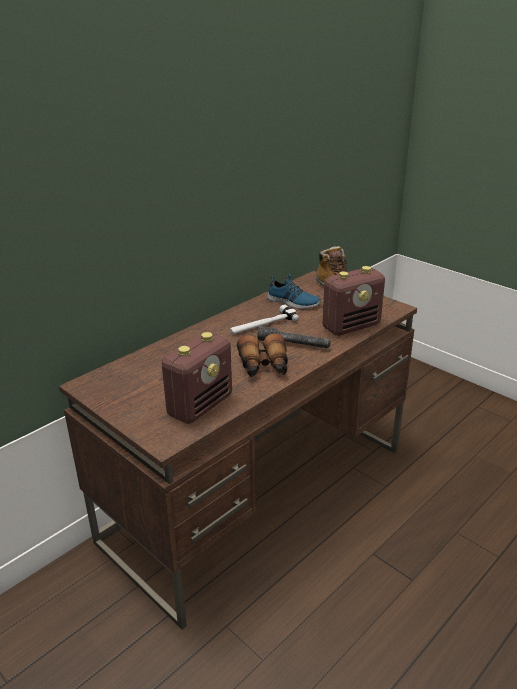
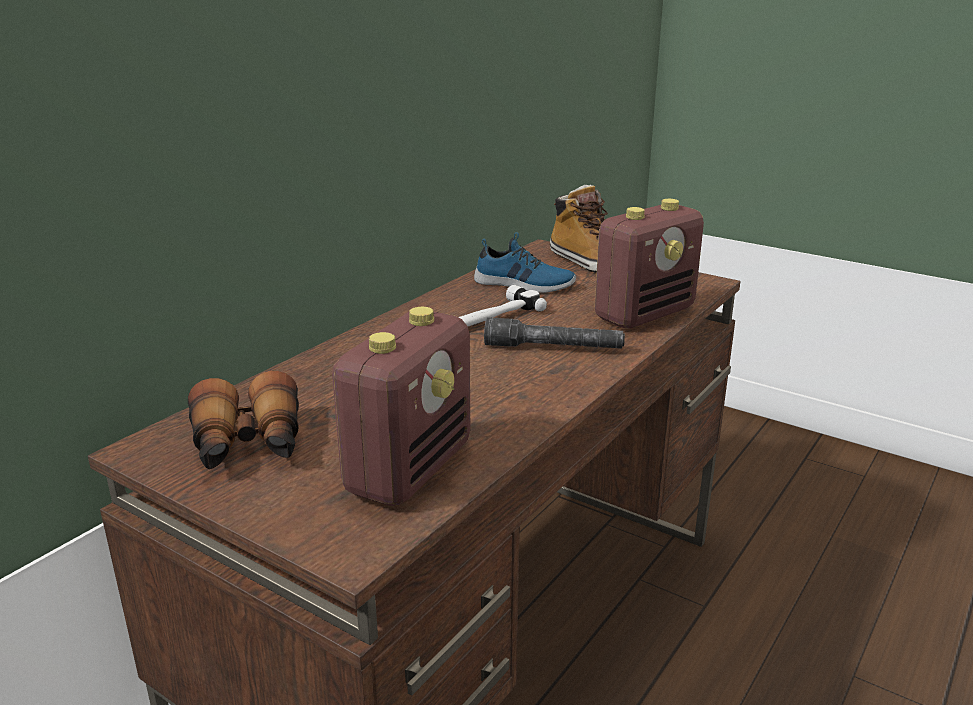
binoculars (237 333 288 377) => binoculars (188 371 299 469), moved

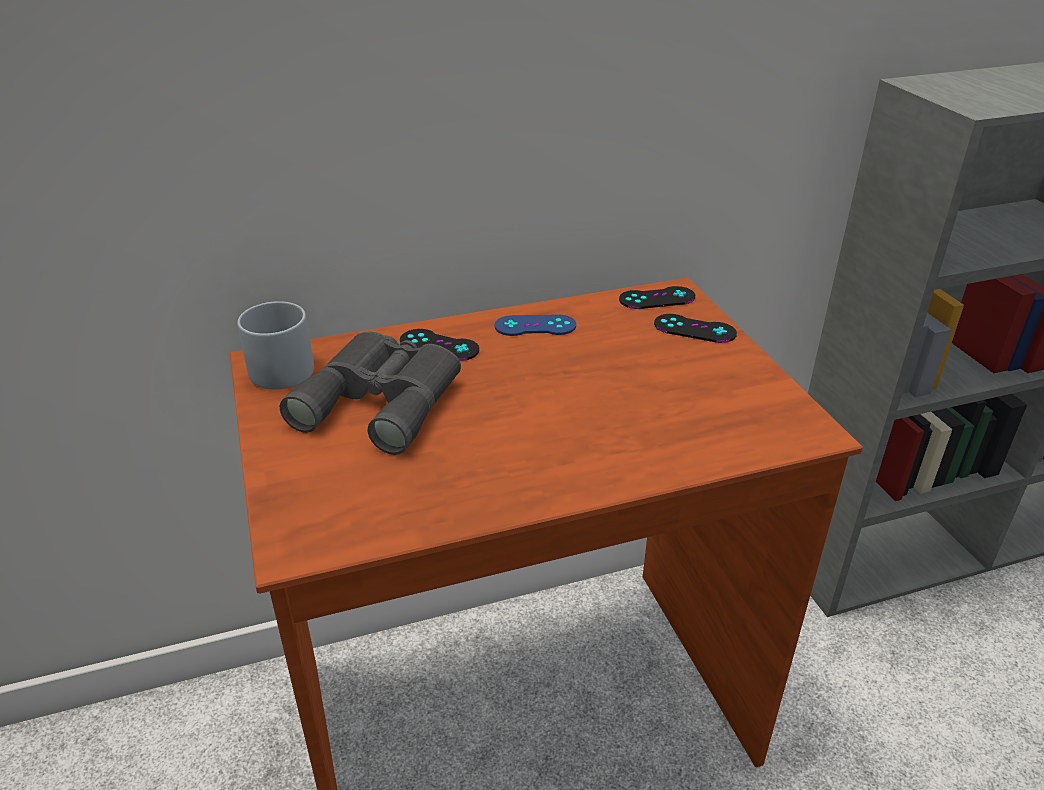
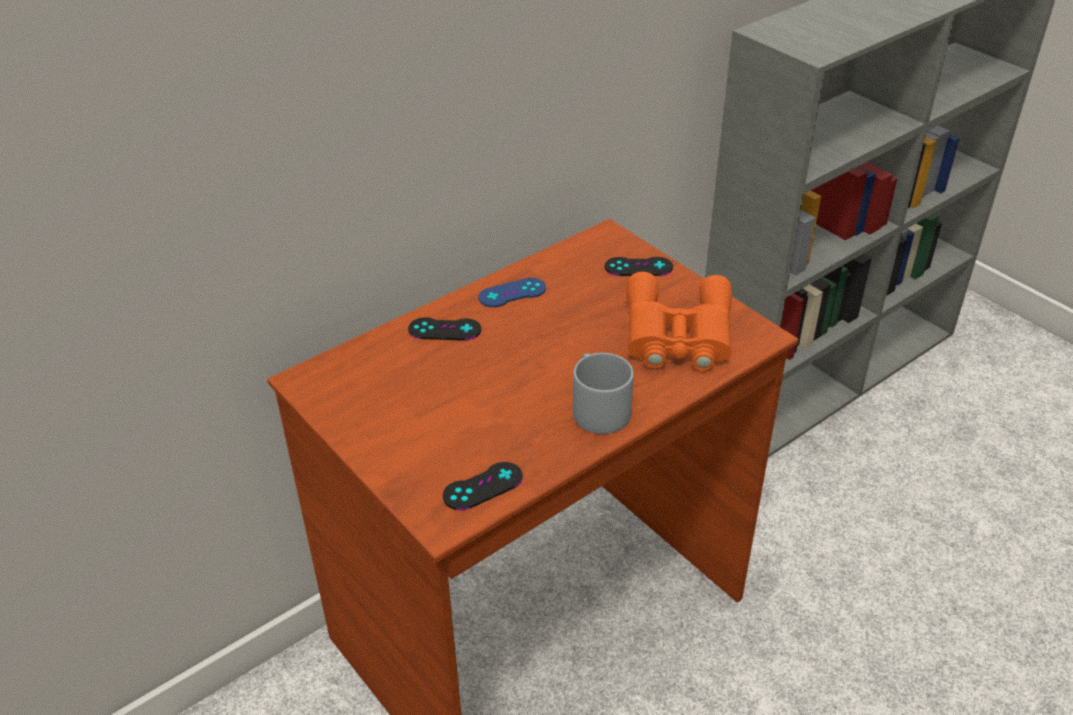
black game controller (619 286 695 309) => black game controller (443 462 523 510), moved
grey mug (237 301 314 390) => grey mug (573 353 634 434), moved
nothing => orange binoculars (626 272 732 371)
grey binoculars (280 332 461 455) => nothing

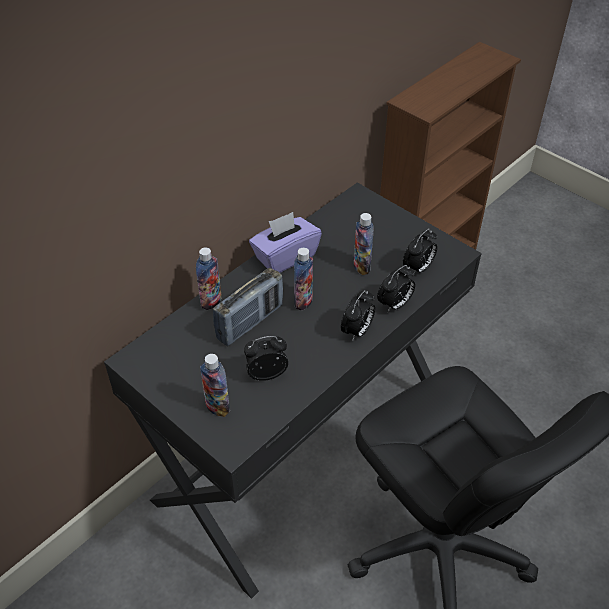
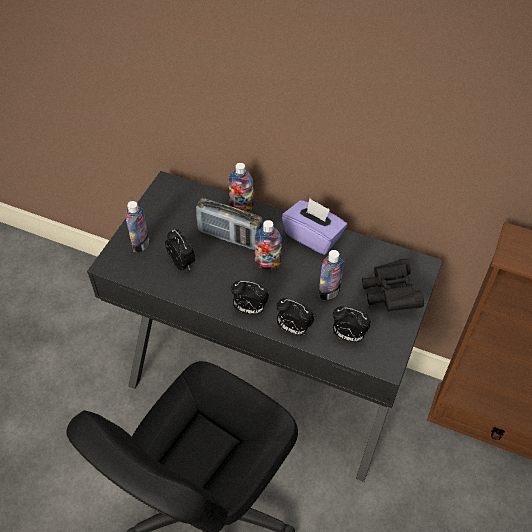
nothing => black binoculars (362 259 424 312)

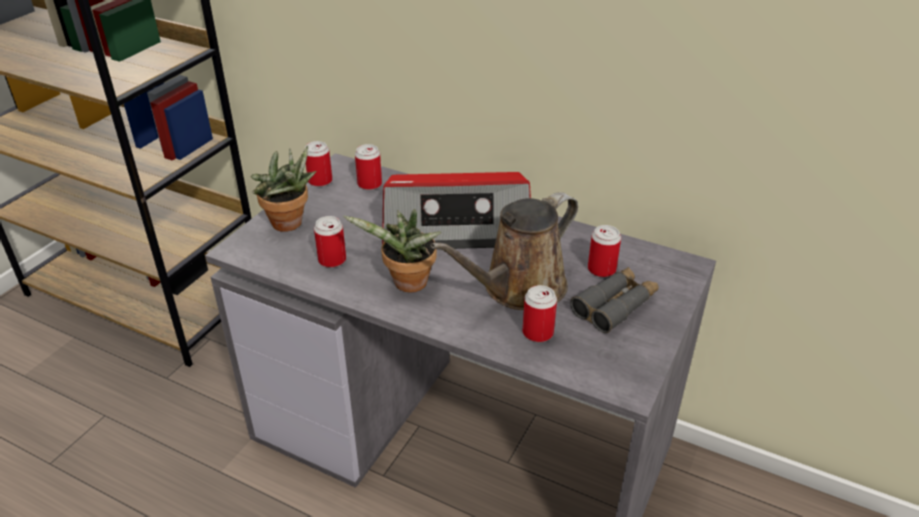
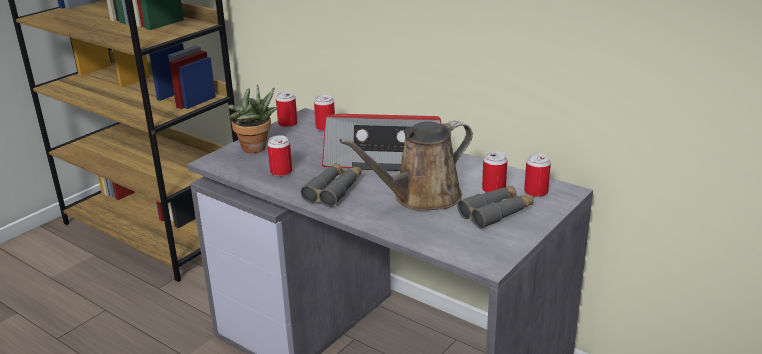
potted plant (343 209 441 292) => grey binoculars (301 163 362 207)
can (522 285 557 342) => can (524 153 551 197), moved

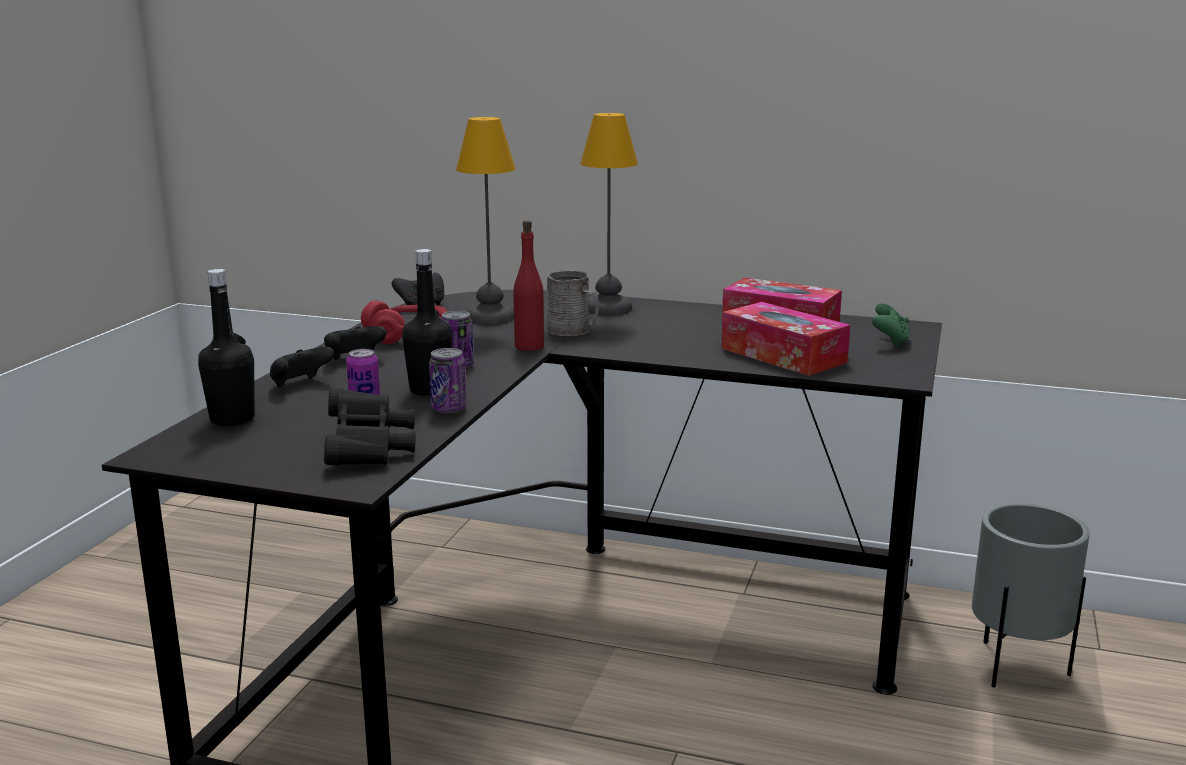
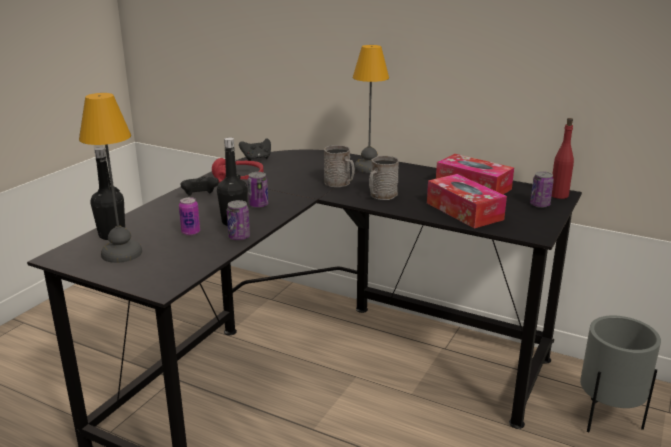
table lamp (456 117 516 325) => table lamp (79 93 142 263), moved
nothing => grey mug (369 156 399 200)
green game controller (872 303 910 347) => can (530 171 554 208)
red bottle (513 220 544 351) => red bottle (551 118 574 199), moved
black game controller (270 347 334 387) => nothing
black binoculars (324 388 416 466) => nothing

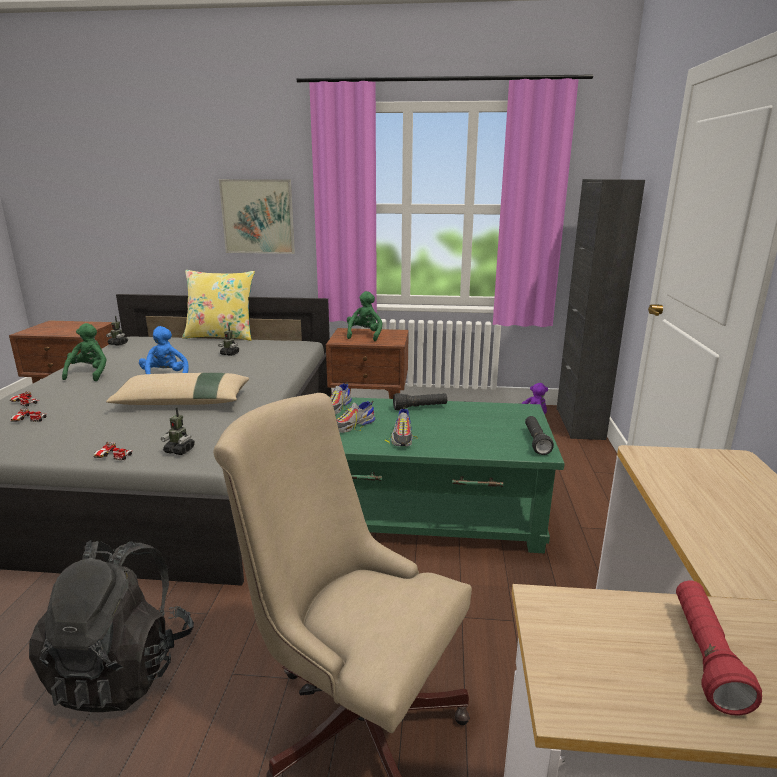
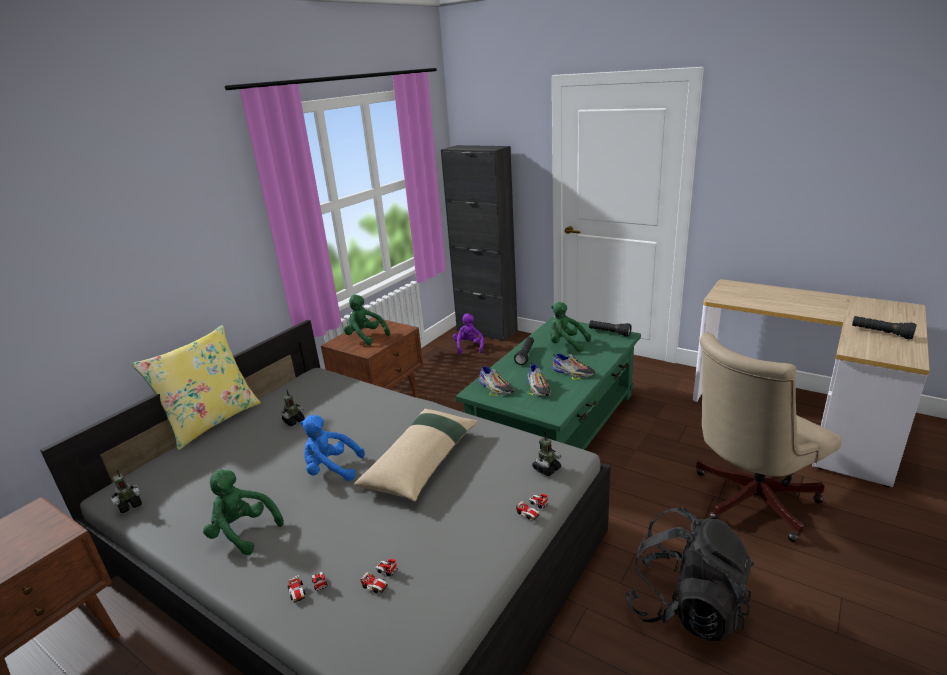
nothing => green plush toy (550 302 591 352)
red flashlight (676 581 762 716) => black flashlight (852 316 917 340)
picture (219 179 295 254) => nothing

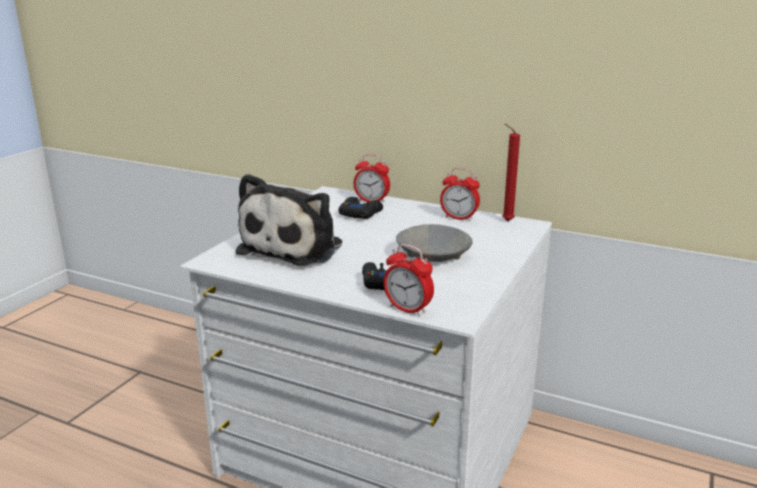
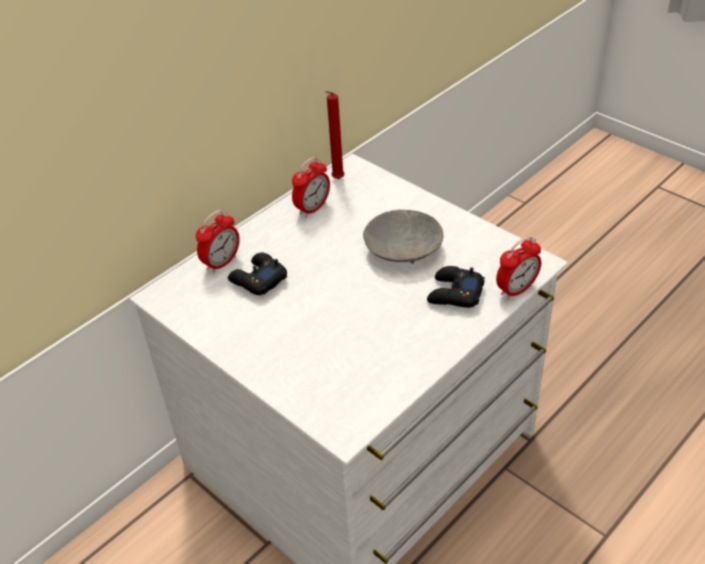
plush toy (236 174 342 266) => nothing

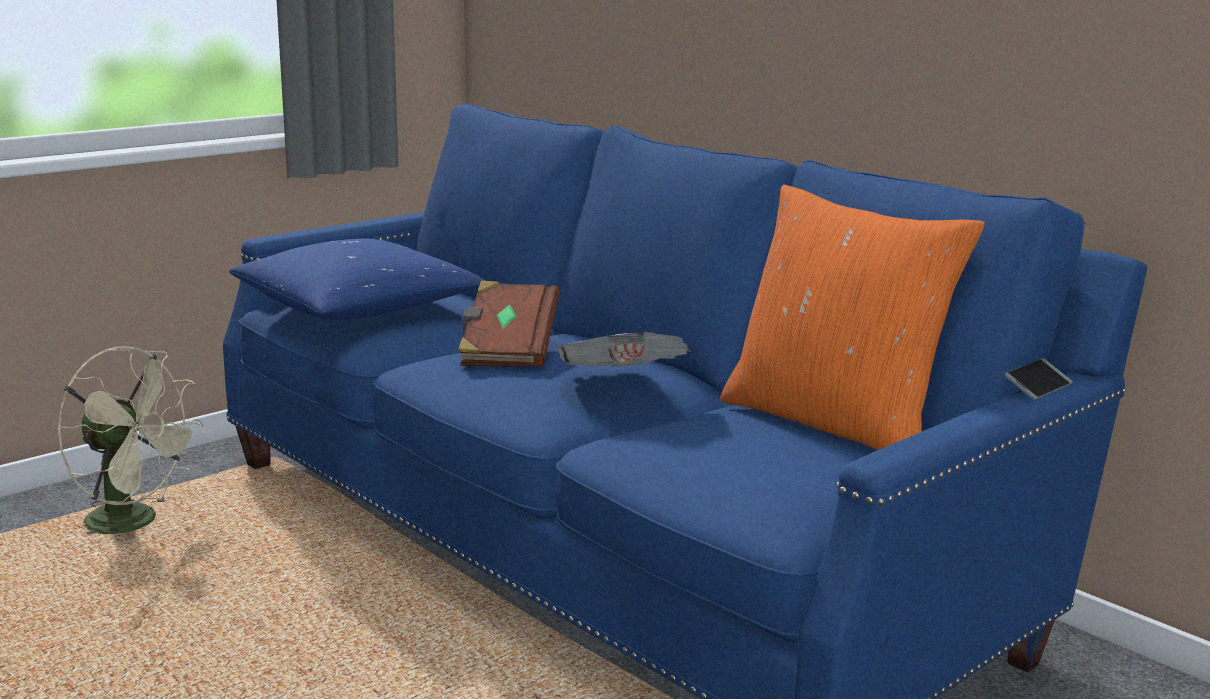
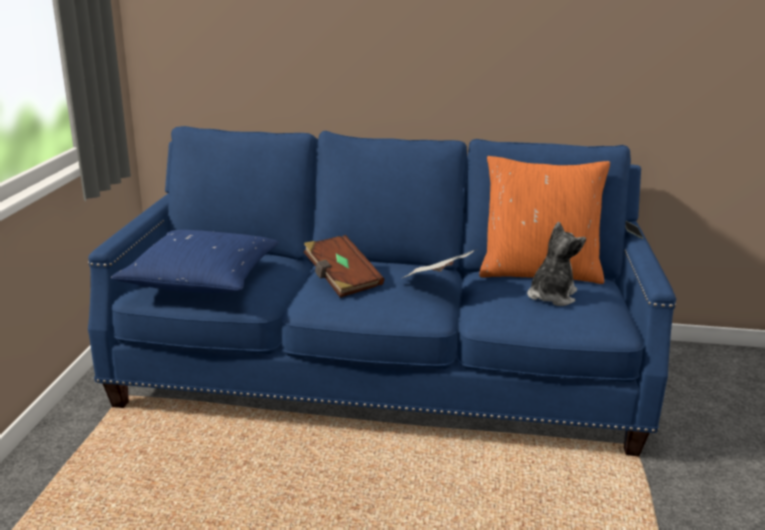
nothing => plush toy (527 221 586 306)
beige fan (57 346 204 535) => nothing

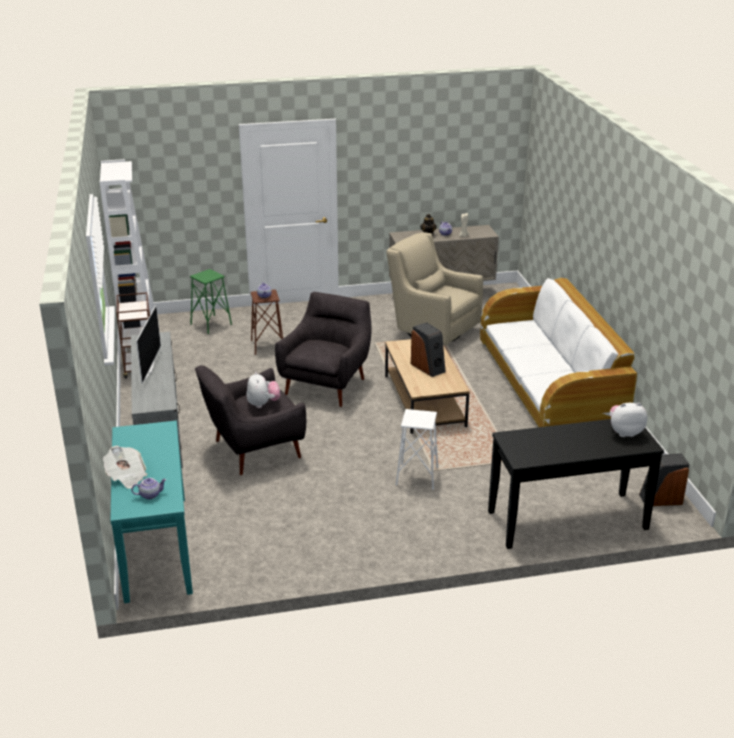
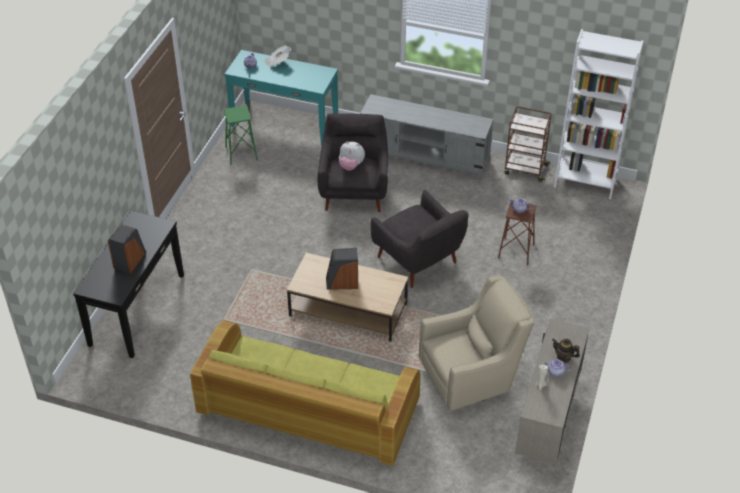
speaker (639 453 689 506) => speaker (108 224 146 274), moved
white sofa (480 278 637 427) => green sofa (190 320 421 466)
green stool (190 269 232 334) => green stool (224 105 258 165), moved
television (136 305 161 384) => nothing
white stool (396 409 438 490) => nothing
plush toy (610 403 647 437) => nothing

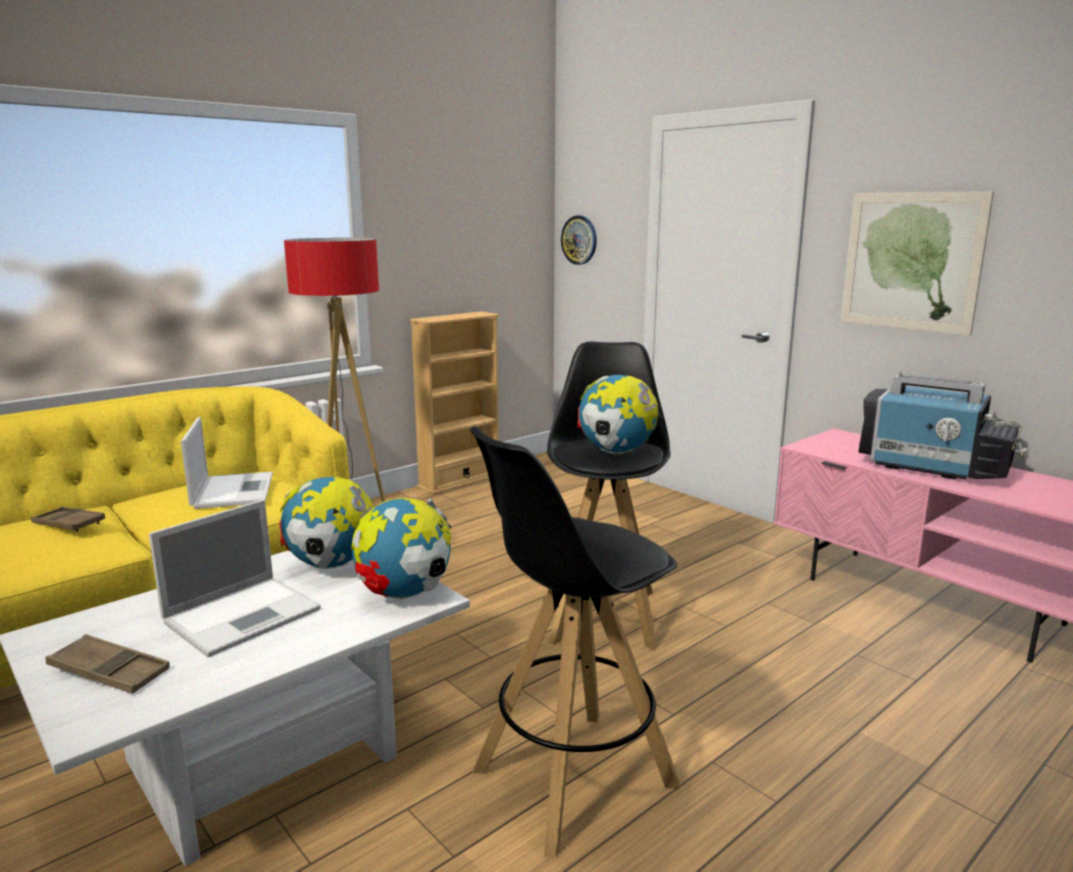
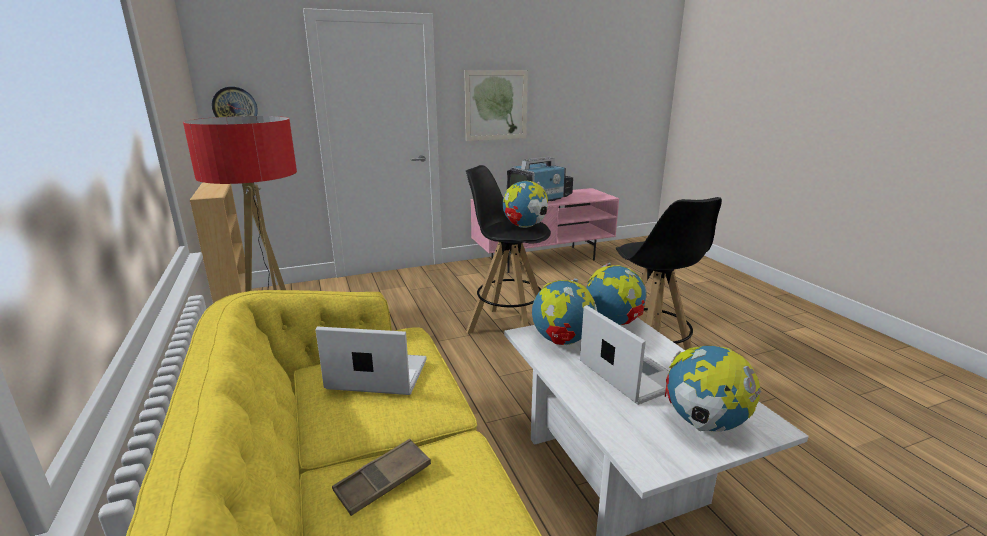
brown tray (45 634 170 694) => globe (665 345 762 432)

